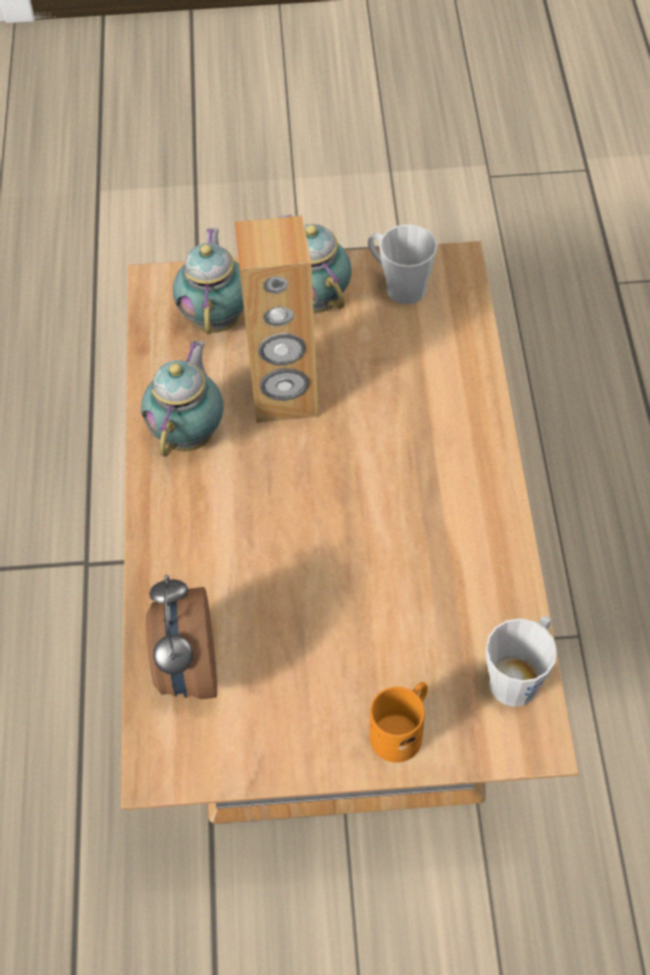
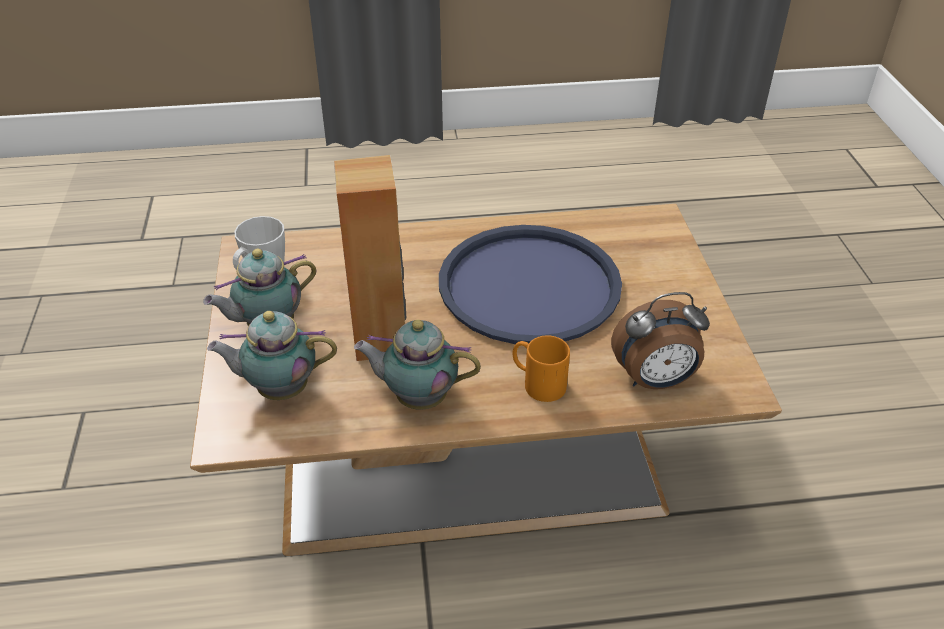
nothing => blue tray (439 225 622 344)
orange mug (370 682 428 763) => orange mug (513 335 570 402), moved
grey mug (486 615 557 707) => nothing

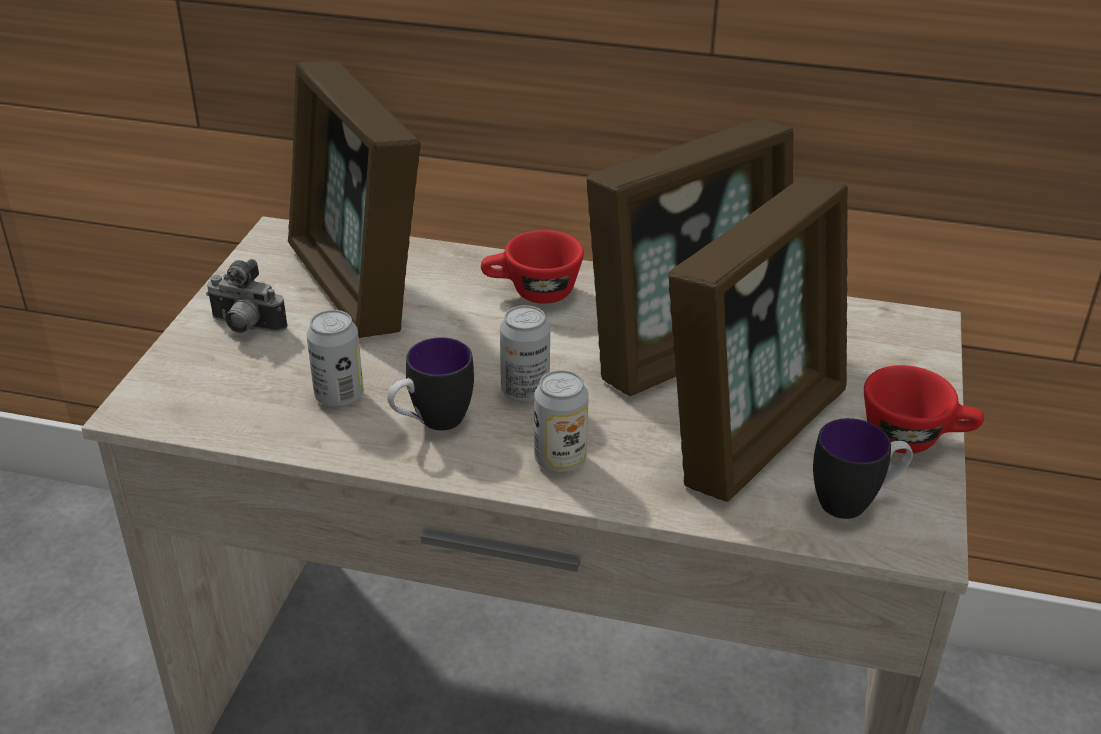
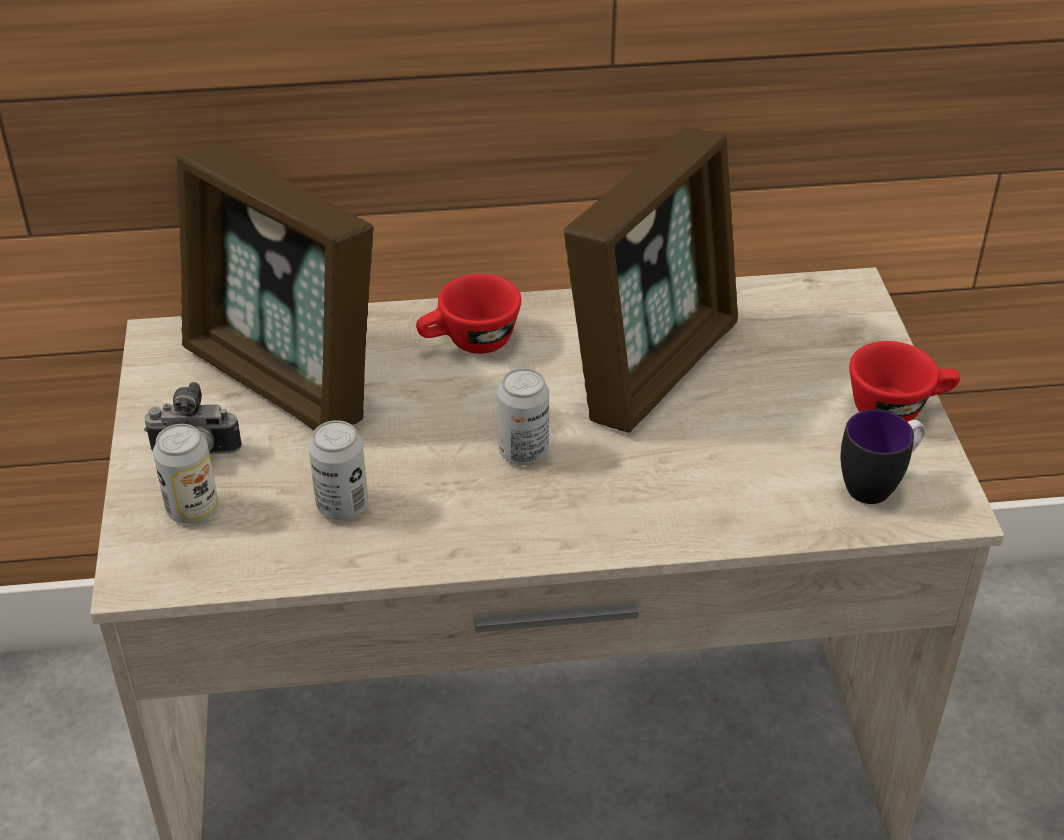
can (534 370 589 473) => can (153 424 218 524), moved
mug (387 337 474 431) => nothing
picture frame (668 177 848 502) => nothing

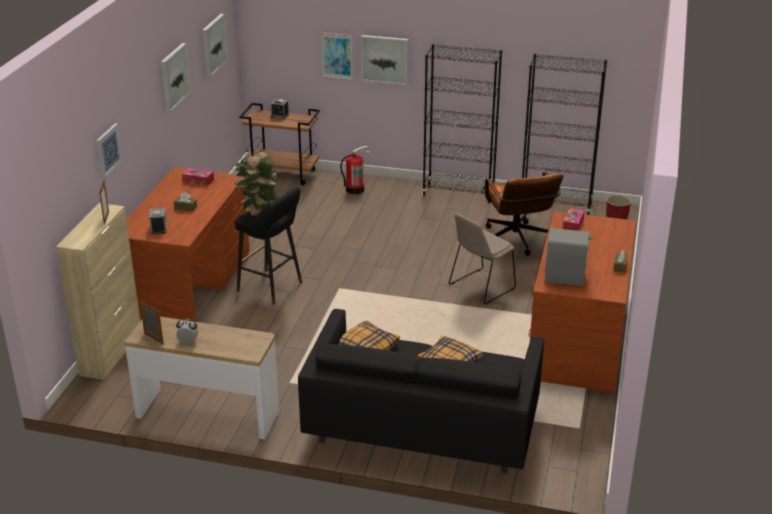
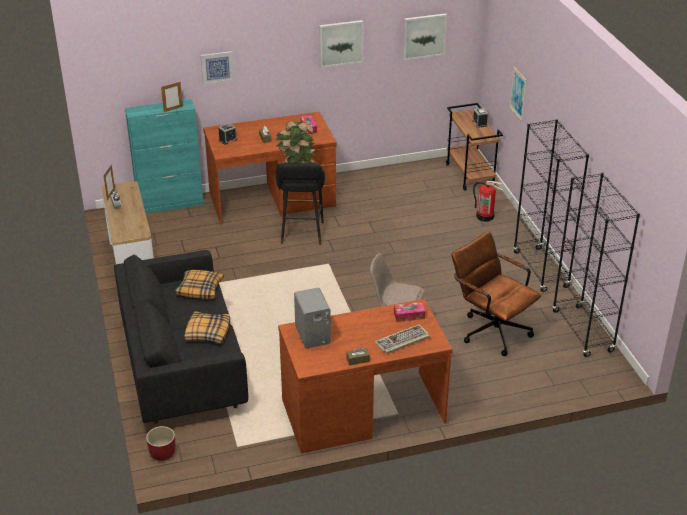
beige cabinet (56 203 140 380) => turquoise cabinet (125 99 204 214)
red planter (606 195 631 219) => red planter (146 426 176 461), moved
nothing => keyboard (374 324 430 354)
brown office chair (483 172 563 256) => brown office chair (452 231 541 356), 90 degrees clockwise
picture (361 35 408 85) => nothing

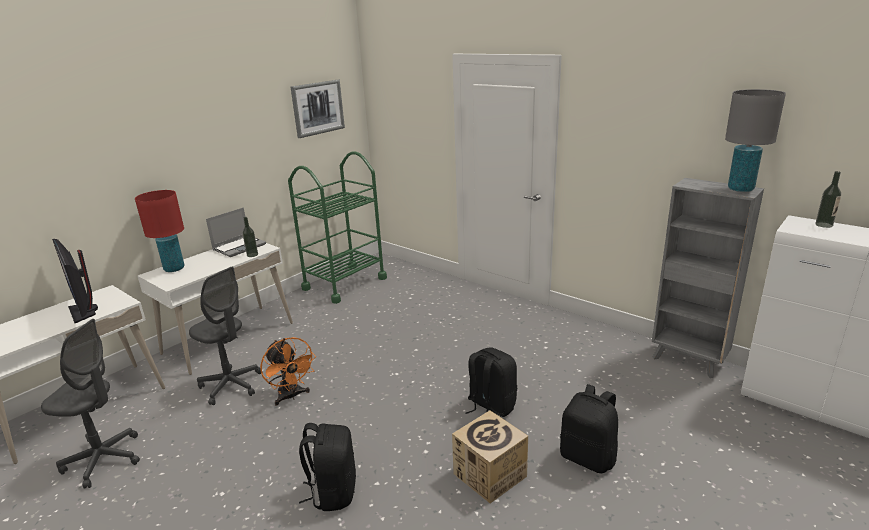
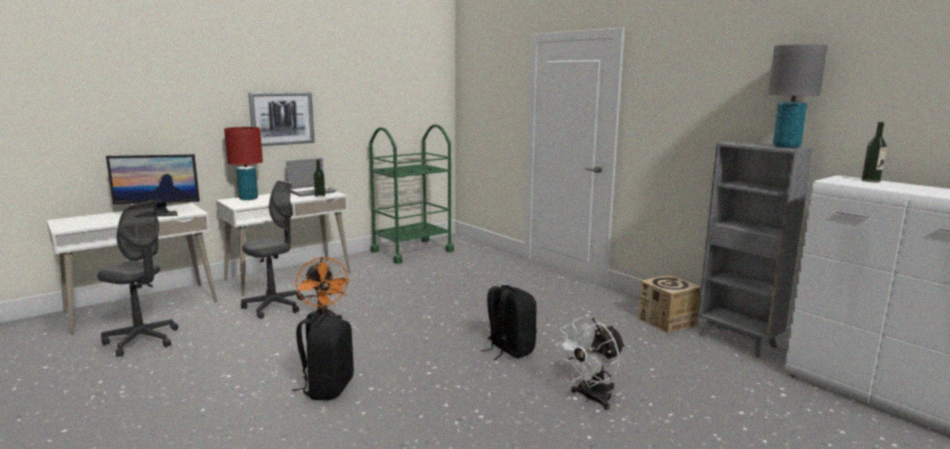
monitor (52 239 98 323) => monitor (106 154 200 216), 75 degrees counterclockwise
grey office chair (189 267 261 405) => grey office chair (241 180 303 319), 90 degrees counterclockwise
picture (291 80 345 138) => picture (249 92 315 146), moved
black backpack (560 384 618 474) => white fan (556 316 625 410)
cardboard box (452 410 528 503) => cardboard box (637 275 701 333), moved

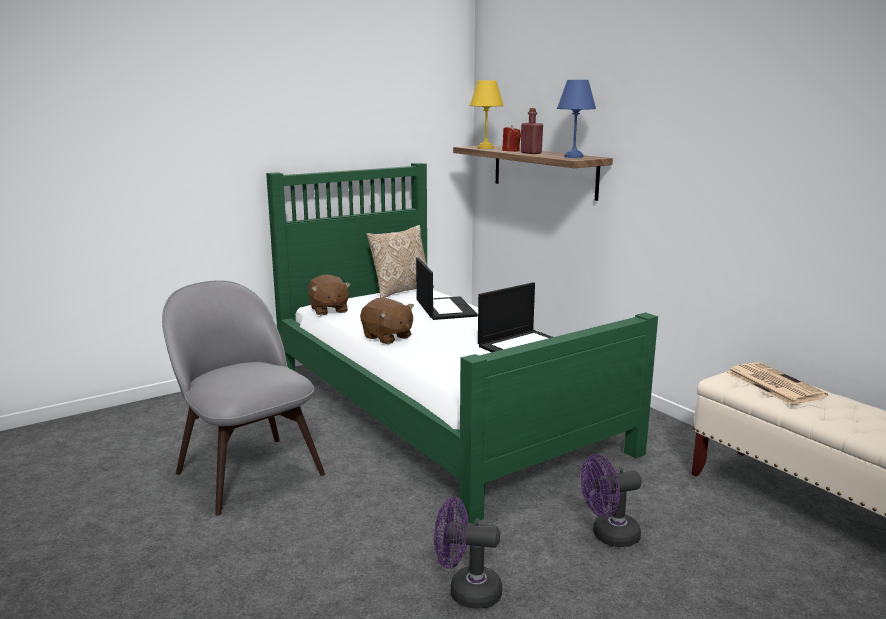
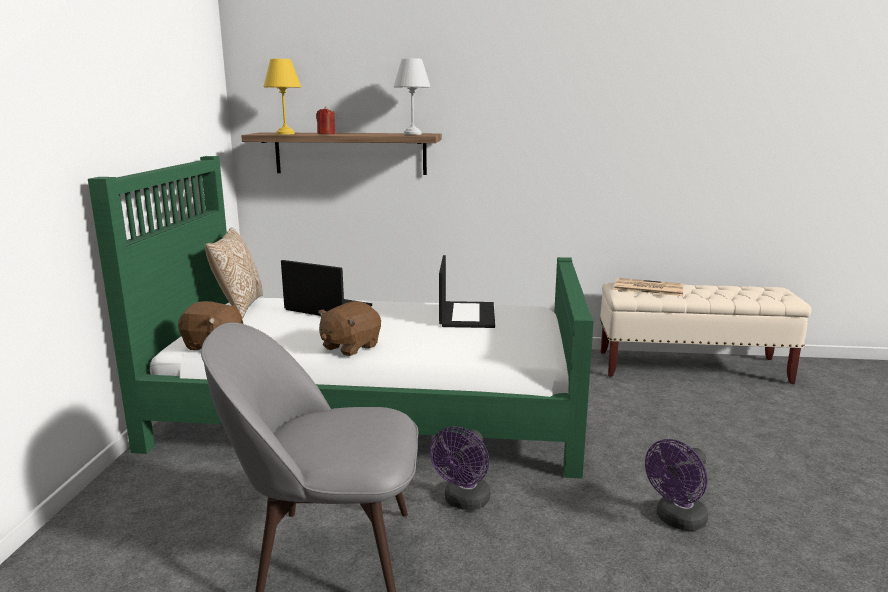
brown plush toy (360 298 414 344) => brown plush toy (318 301 381 356), 135 degrees clockwise
blue table lamp (557 80 596 158) => white table lamp (394 58 431 135)
purple fan (581 454 642 547) => purple fan (430 426 491 510), moved
red bottle (521 108 543 154) => nothing

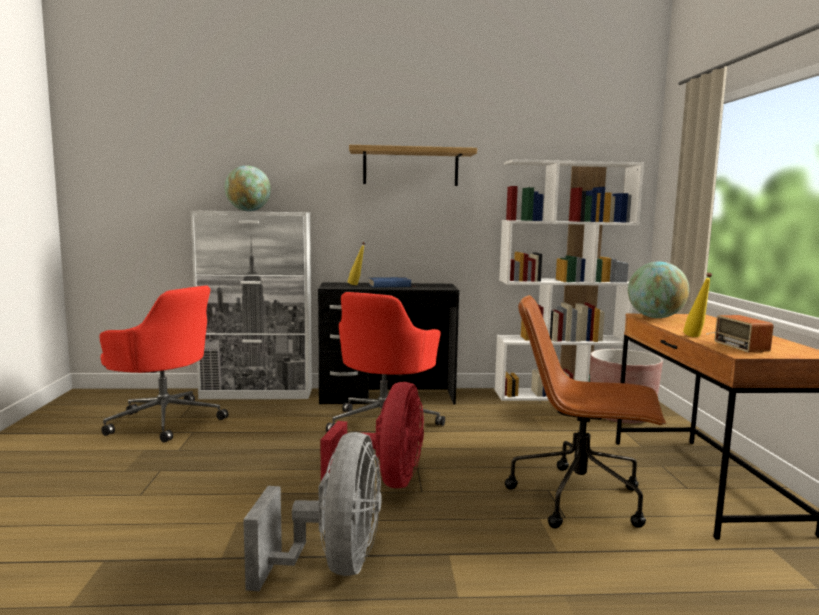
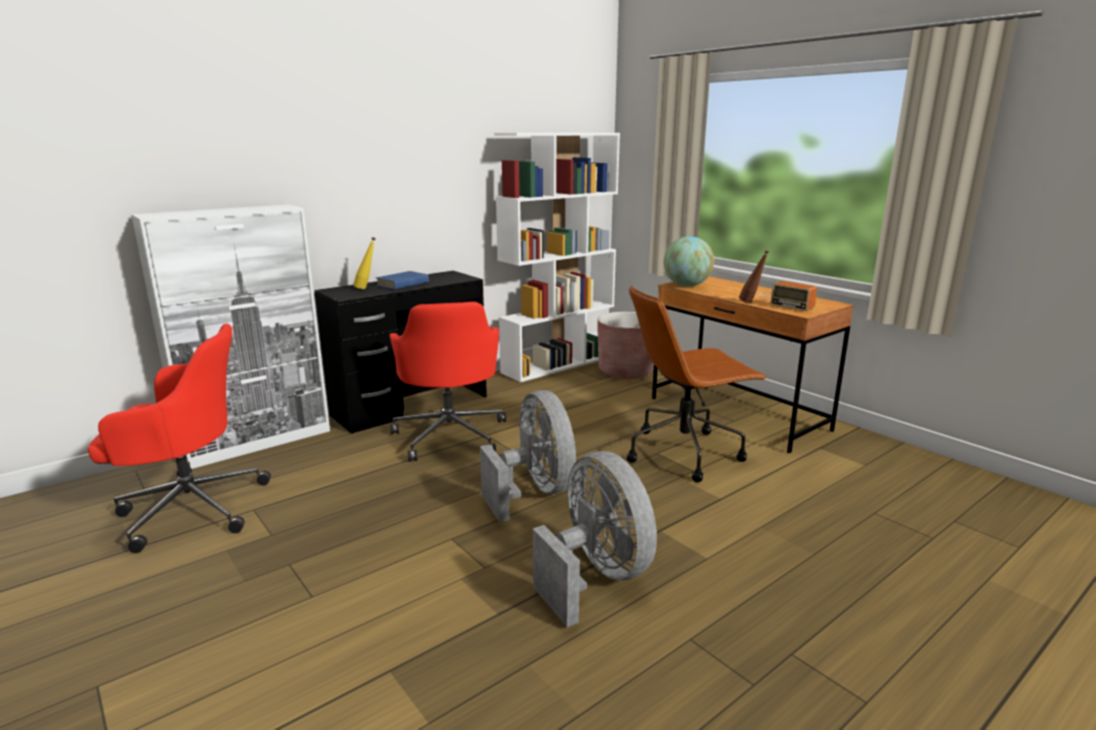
red fan (321 382 424 488) => grey fan (480 390 576 522)
yellow bottle (683 273 712 337) => brown bottle (739 250 769 303)
globe (225 166 271 211) => nothing
shelf (349 145 477 186) => nothing

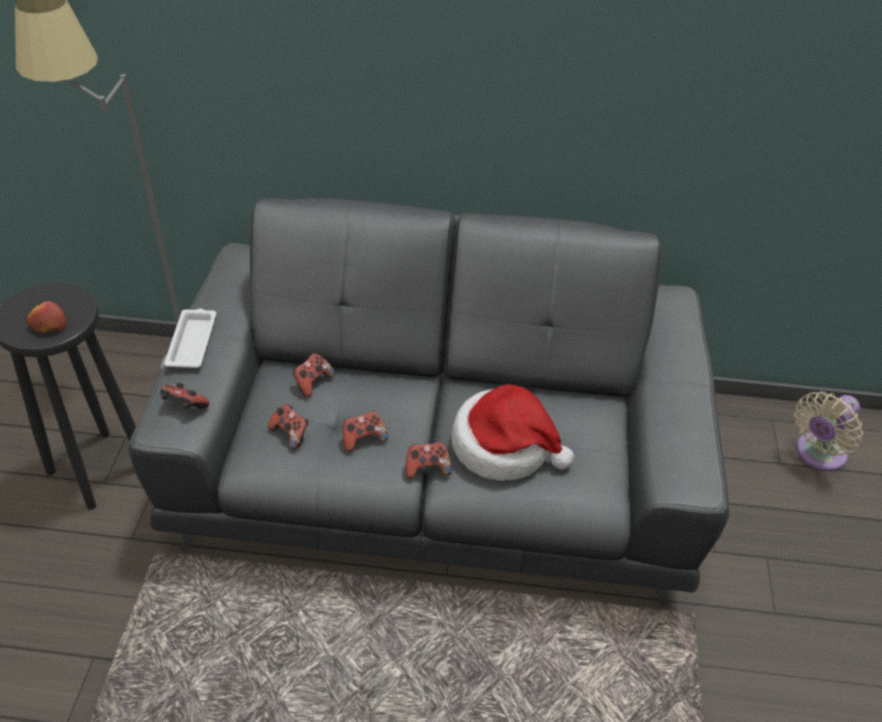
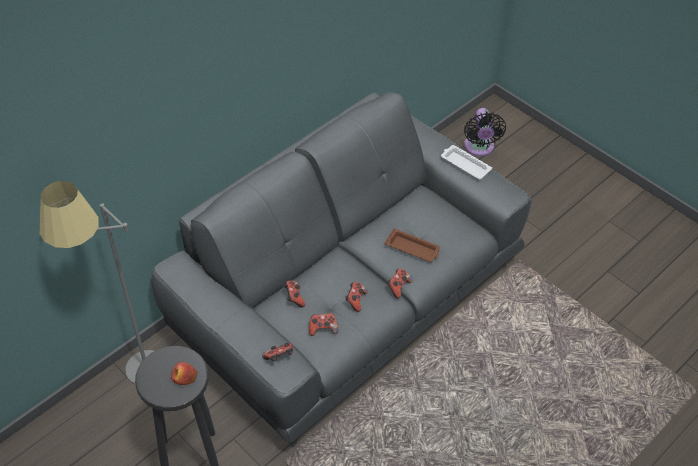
hat (451 385 574 481) => brown tray (385 228 440 262)
white tray (164 308 216 368) => white tray (441 145 492 180), moved
beige fan (794 391 863 471) => black fan (464 108 506 156)

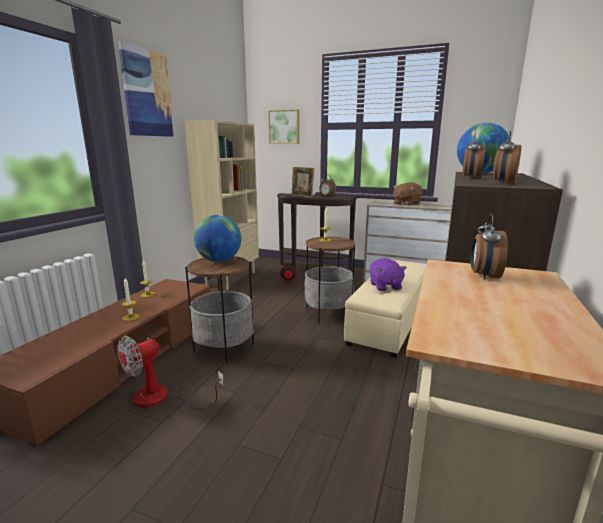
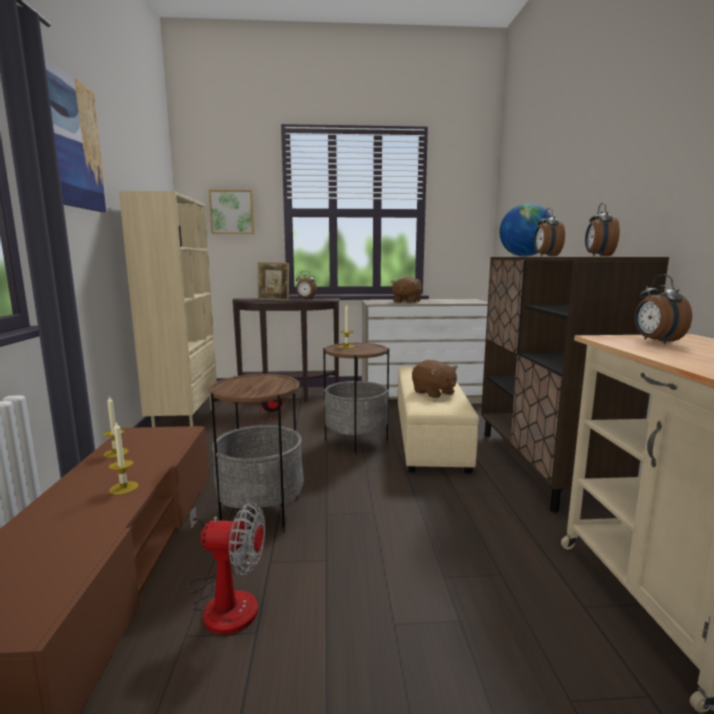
fan (117 336 224 409) => fan (188 502 265 634), 105 degrees counterclockwise
purple plush toy (370 258 407 291) => brown plush toy (412 360 458 398)
globe (194 215 241 262) => nothing

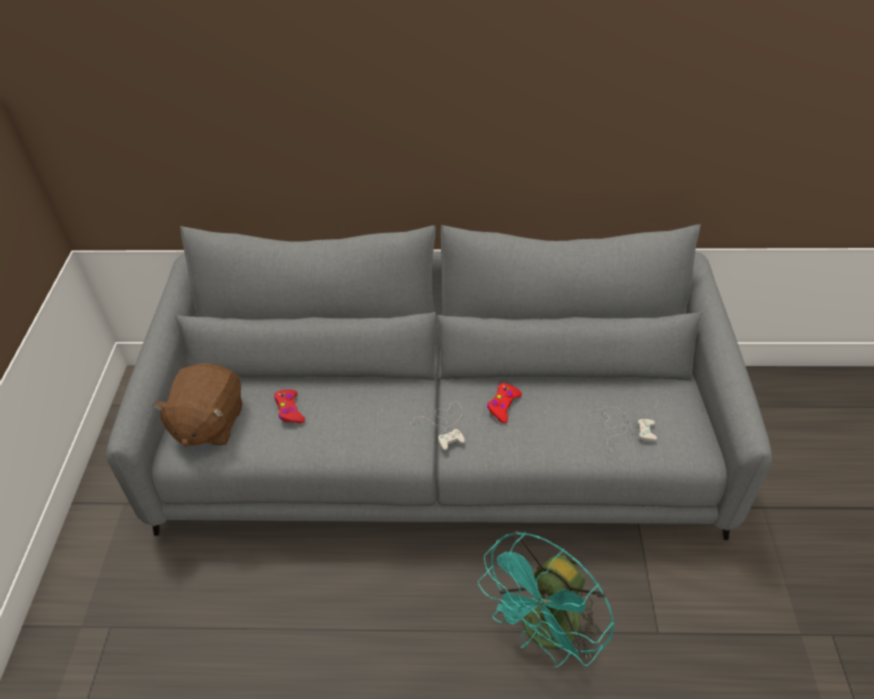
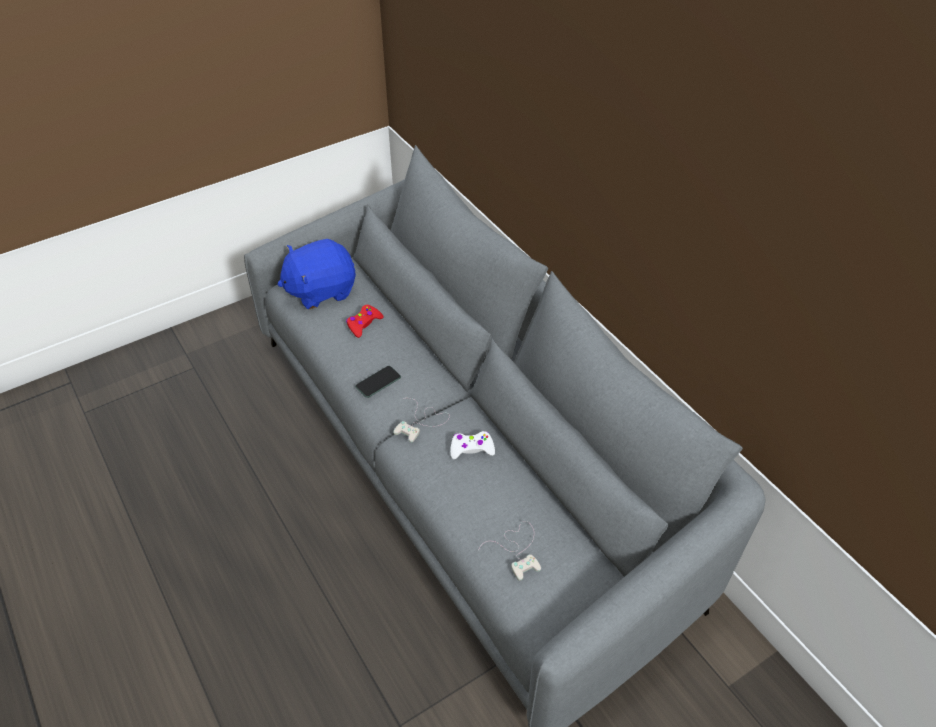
brown plush toy (153 363 242 447) => blue plush toy (277 239 356 310)
nothing => phone (355 366 401 398)
red game controller (487 383 522 423) => white game controller (451 431 495 459)
turquoise fan (478 531 614 667) => nothing

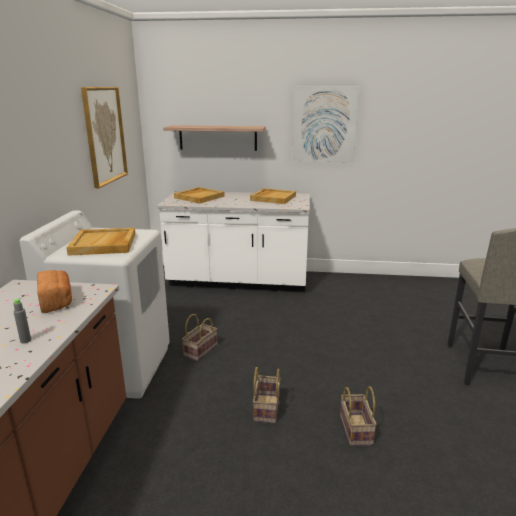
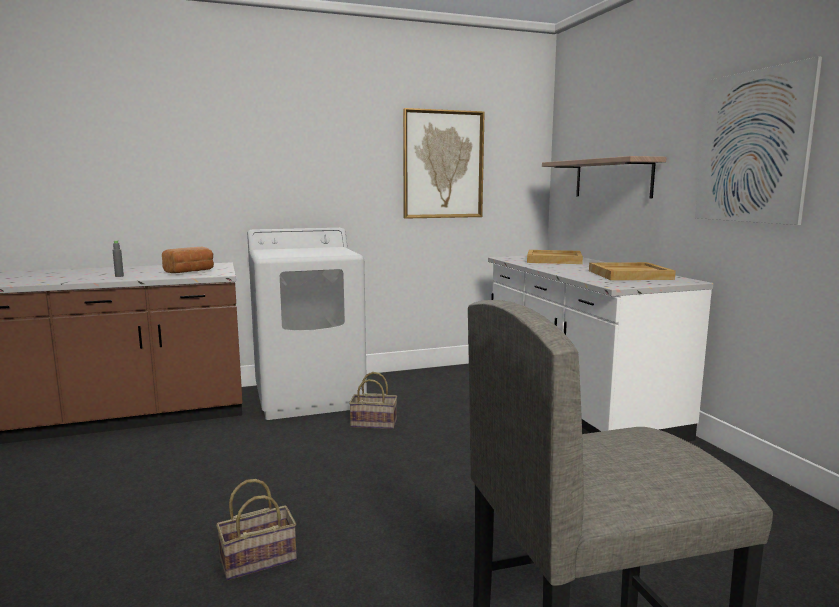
beige tray (67 228 135 256) => nothing
basket (253 367 280 423) => nothing

